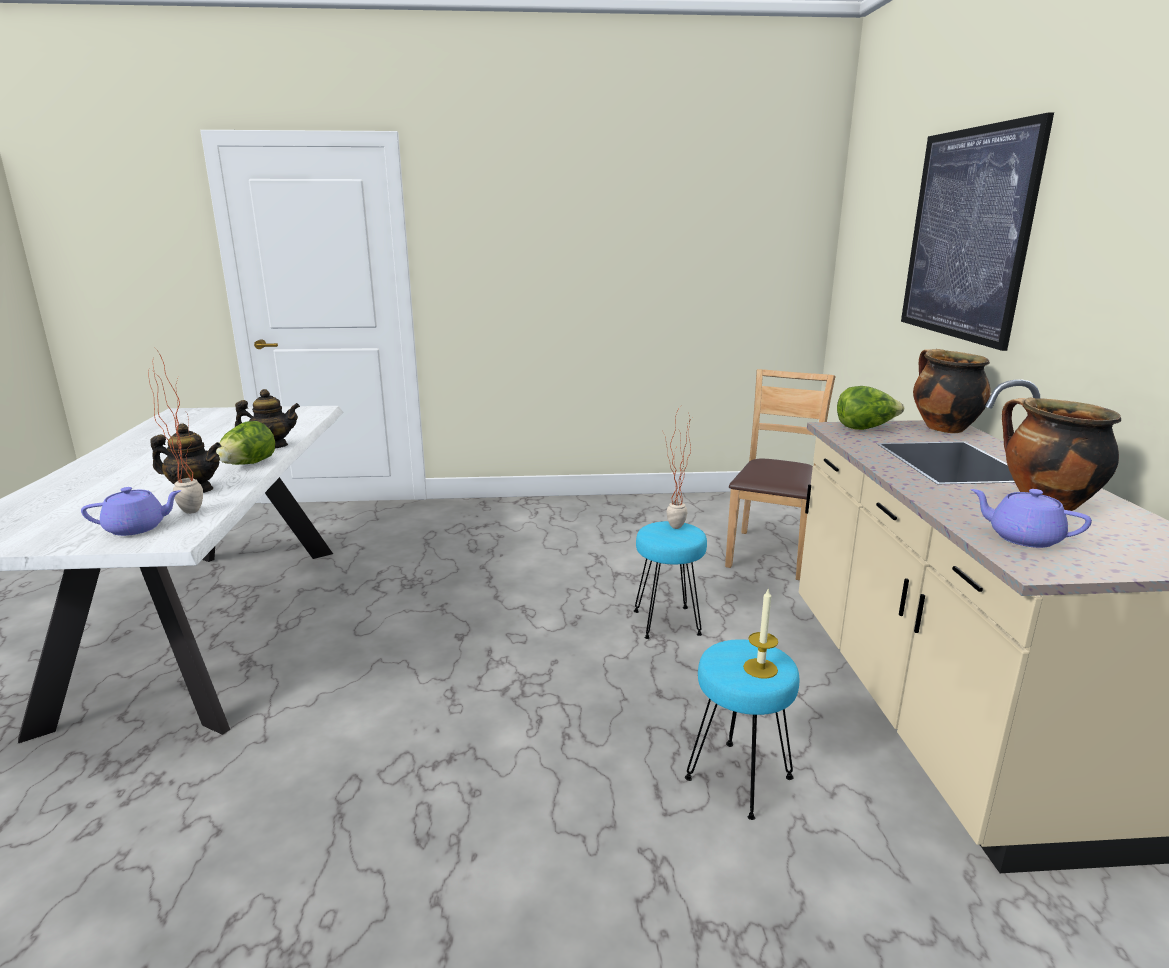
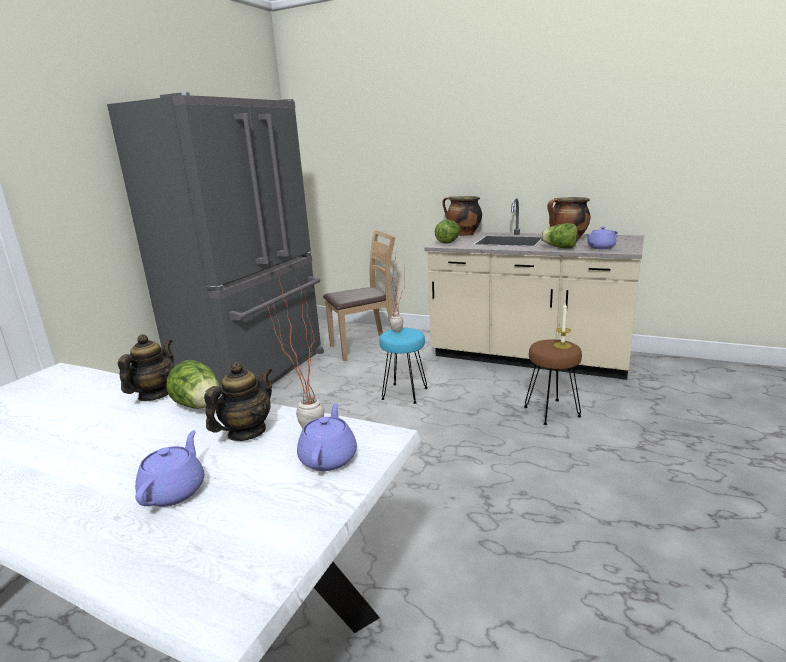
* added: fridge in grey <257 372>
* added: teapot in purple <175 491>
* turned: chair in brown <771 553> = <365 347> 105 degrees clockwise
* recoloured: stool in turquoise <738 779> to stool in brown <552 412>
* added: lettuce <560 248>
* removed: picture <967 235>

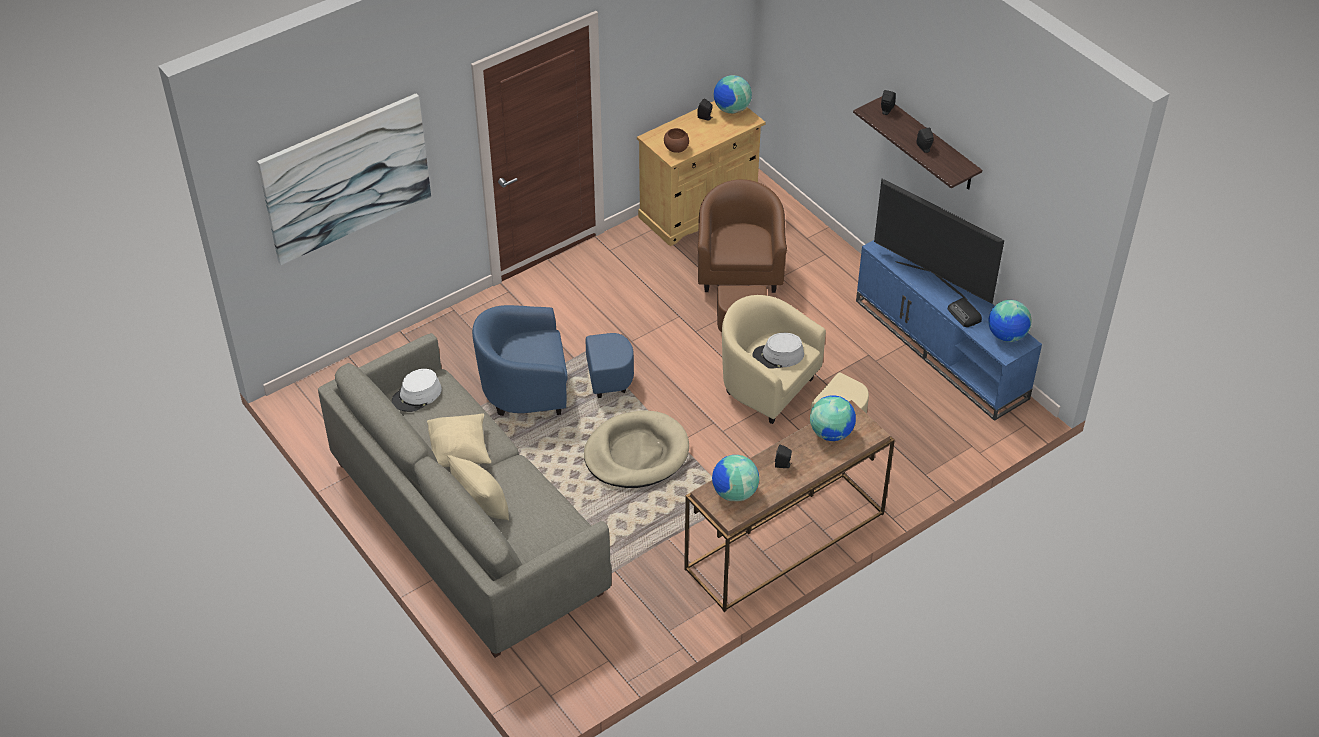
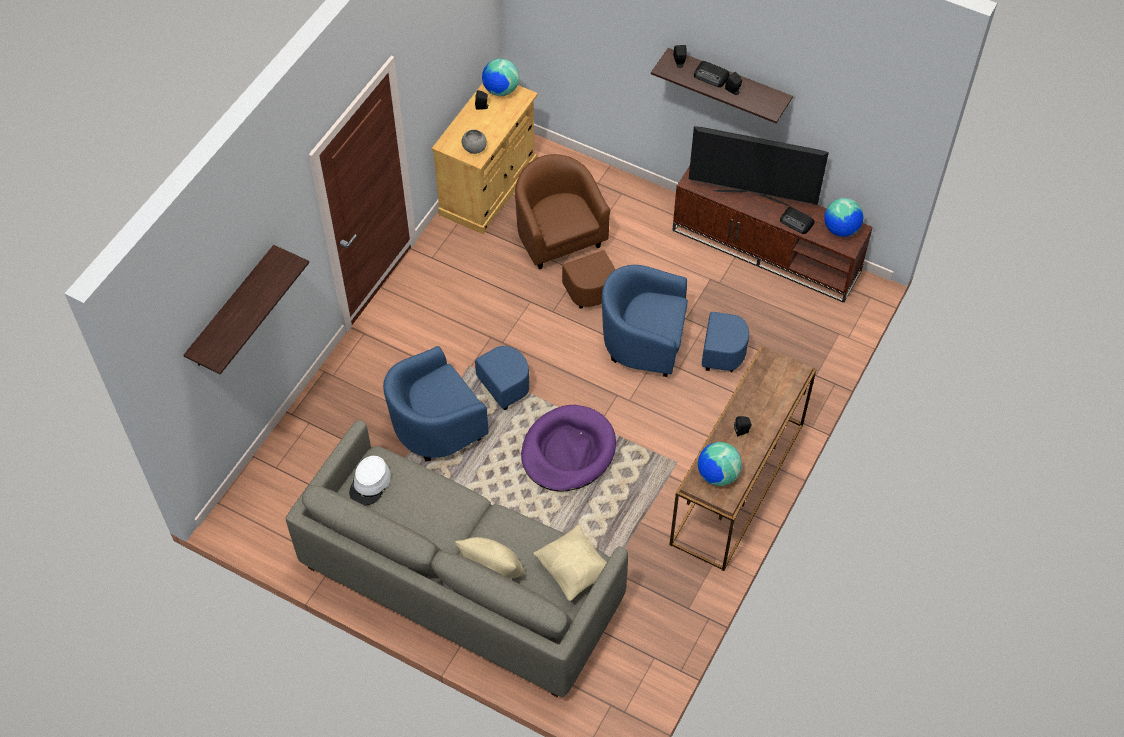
* replaced: picture <346 178> to shelf <232 308>
* recoloured: bowl in brown <676 149> to bowl in grey <474 149>
* recoloured: dog bed in beige <636 453> to dog bed in purple <568 451>
* moved: pillow in beige <459 452> to <574 570>
* recoloured: armchair in beige <784 396> to armchair in blue <662 346>
* recoloured: tv stand in blue <942 349> to tv stand in brown <767 250>
* added: radio <711 76>
* removed: hat in grey <778 355>
* removed: globe <831 433>

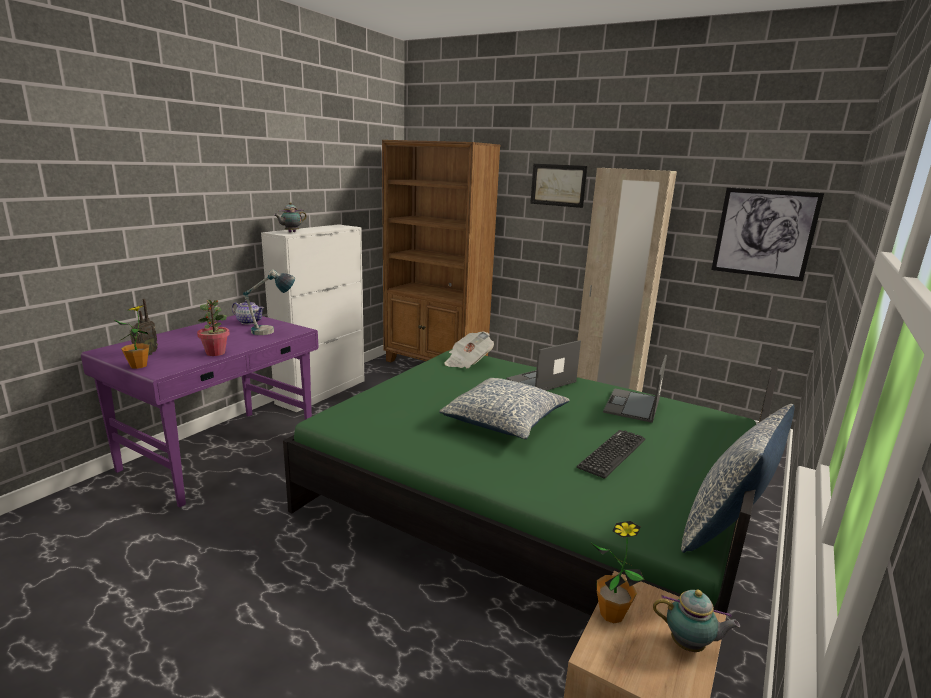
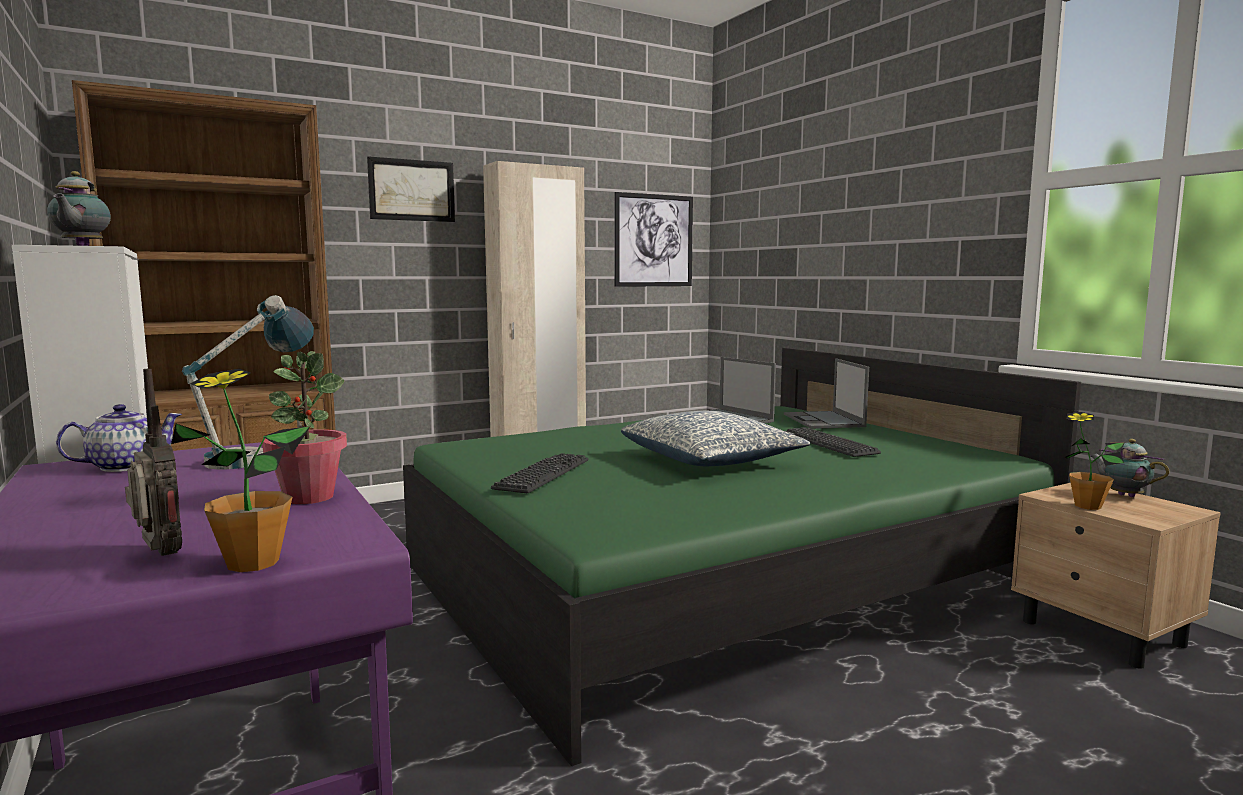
* added: keyboard <543 474>
* moved: laptop <541 381> to <824 421>
* turned: teapot <689 645> = <1123 495> 90 degrees counterclockwise
* removed: newspaper <467 362>
* removed: pillow <725 528>

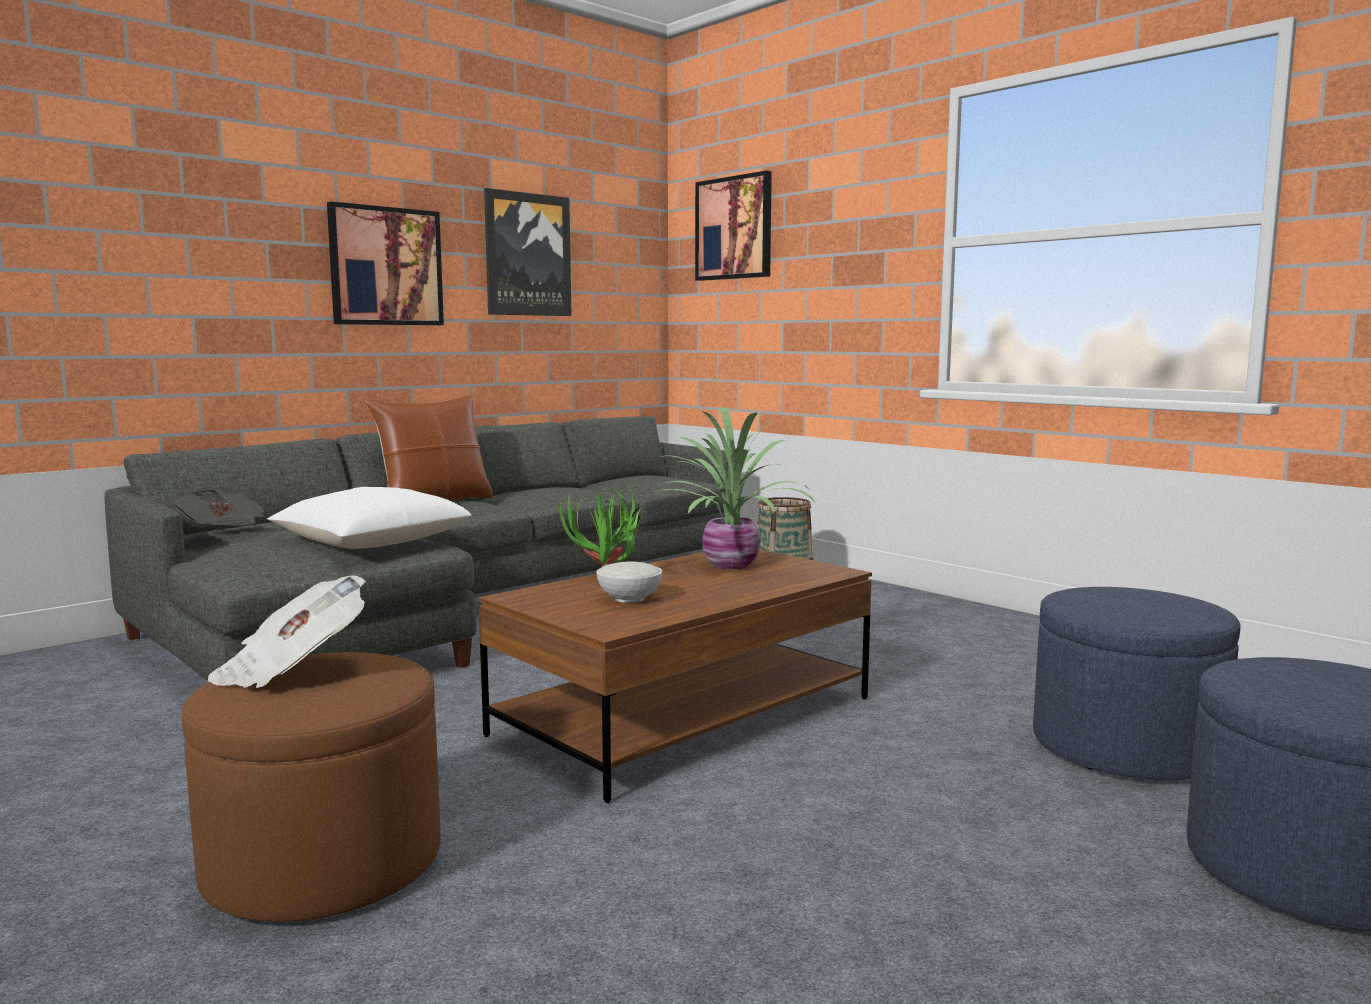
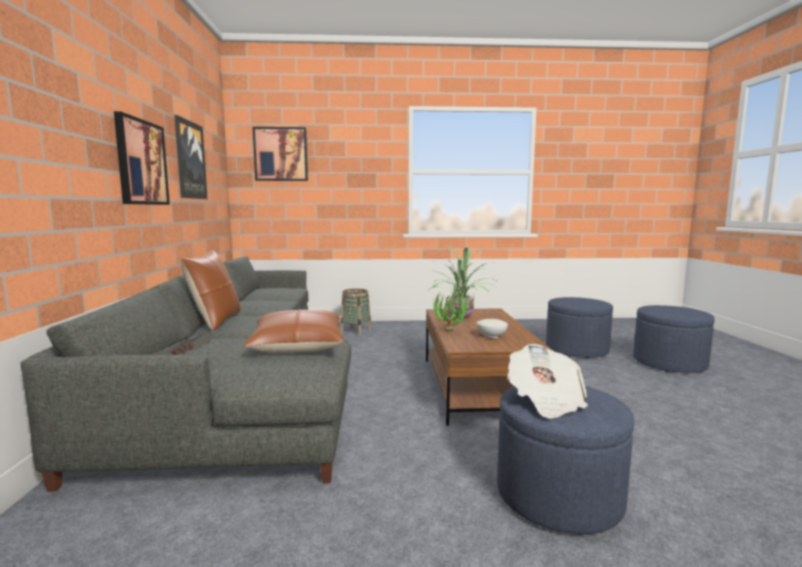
* recoloured: pillow in white <372 542> to pillow in brown <297 346>
* recoloured: ottoman in brown <323 863> to ottoman in blue <558 495>

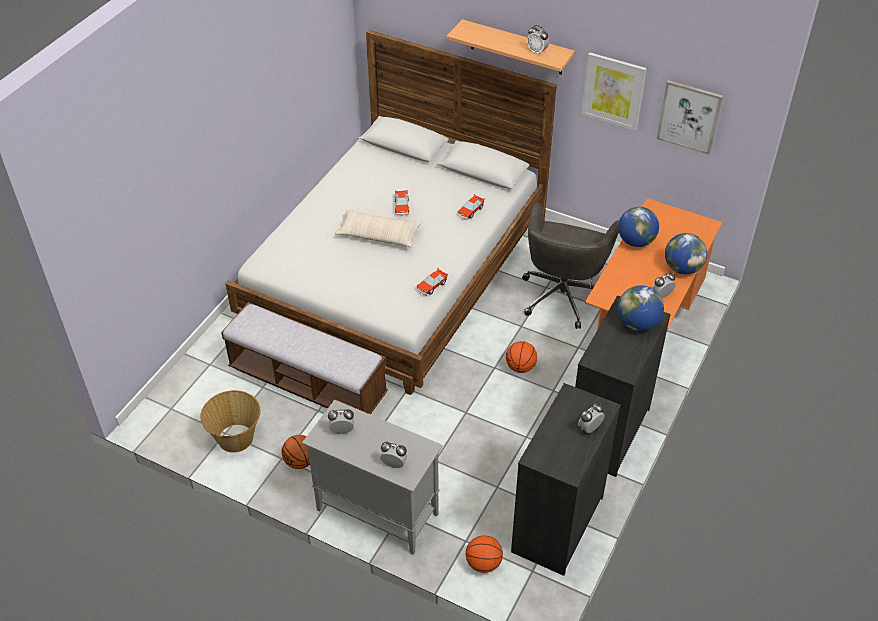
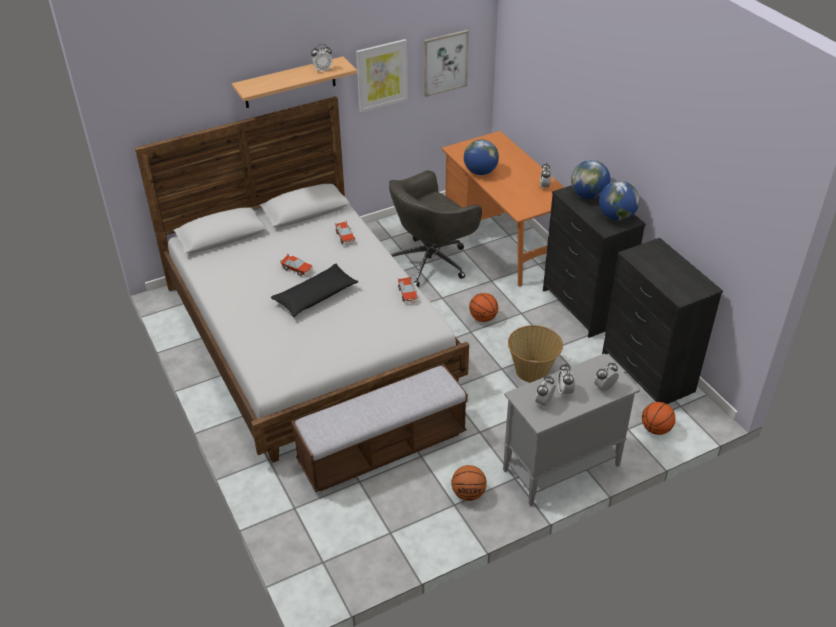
* recoloured: pillow in beige <378 235> to pillow in black <316 296>
* turned: office chair in grey <563 294> = <432 261> 90 degrees clockwise
* moved: basket <236 438> to <532 371>
* moved: alarm clock <590 428> to <565 391>
* moved: globe <682 268> to <616 217>

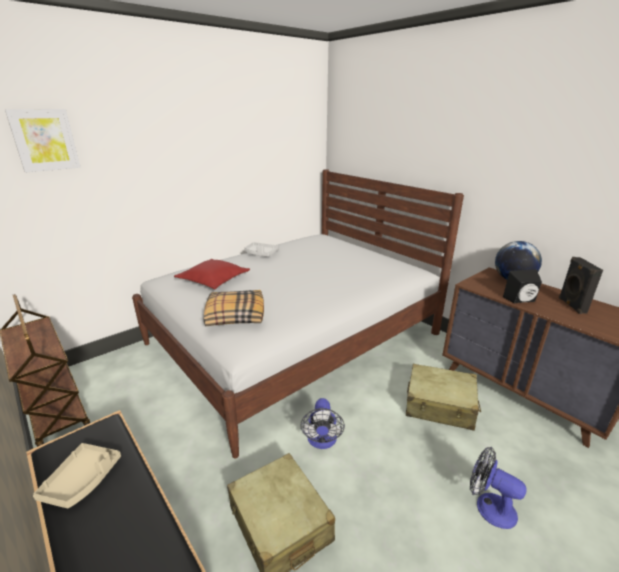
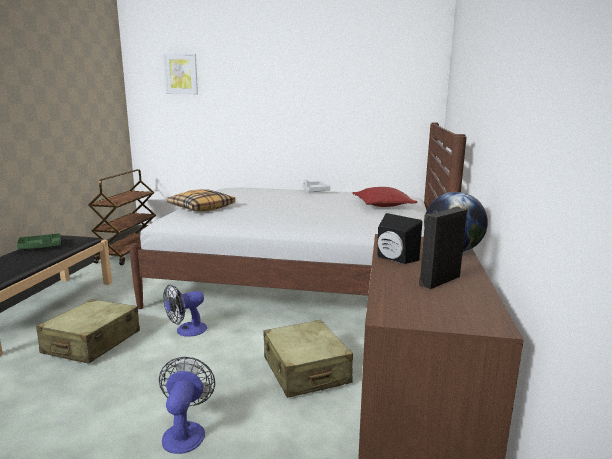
* recoloured: tray in beige <82 480> to tray in green <41 247>
* moved: pillow in red <213 280> to <383 205>

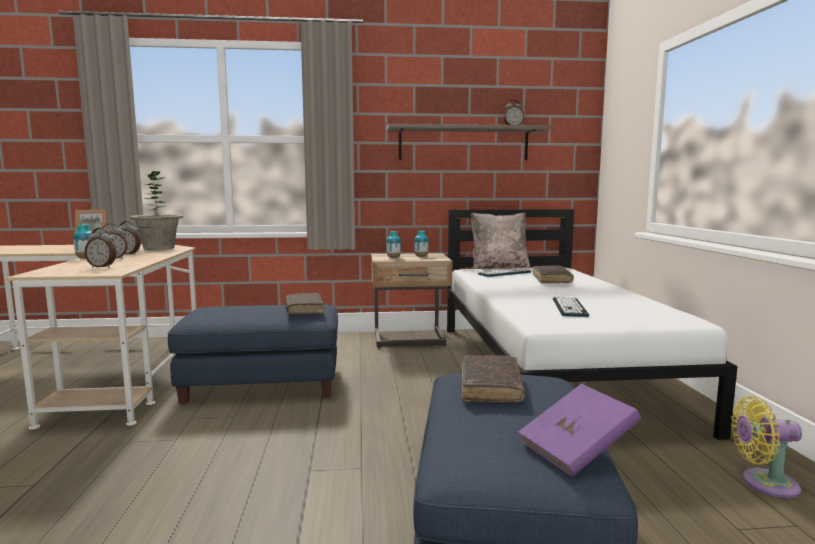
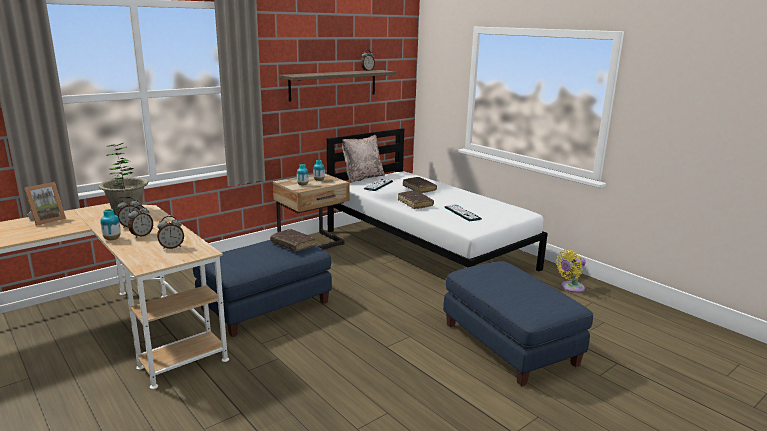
* moved: book in brown <490 388> to <415 203>
* removed: book in purple <576 451>

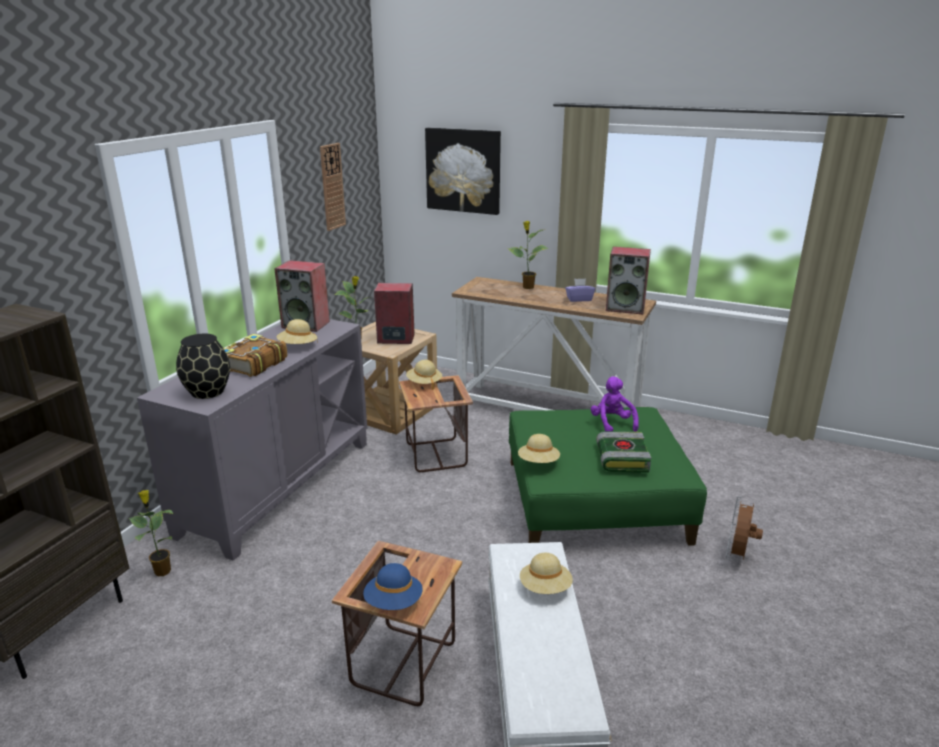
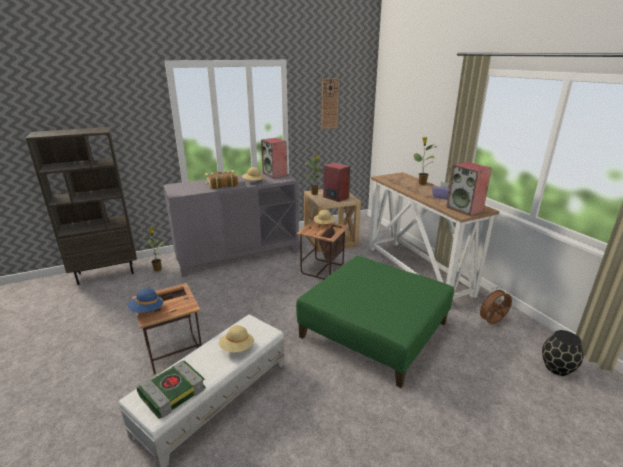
* moved: book <621 458> to <173 392>
* moved: fan in brown <737 555> to <492 323>
* moved: vase in black <207 391> to <557 367>
* removed: picture <463 170>
* removed: hat in beige <538 462>
* removed: plush toy in purple <612 423>

